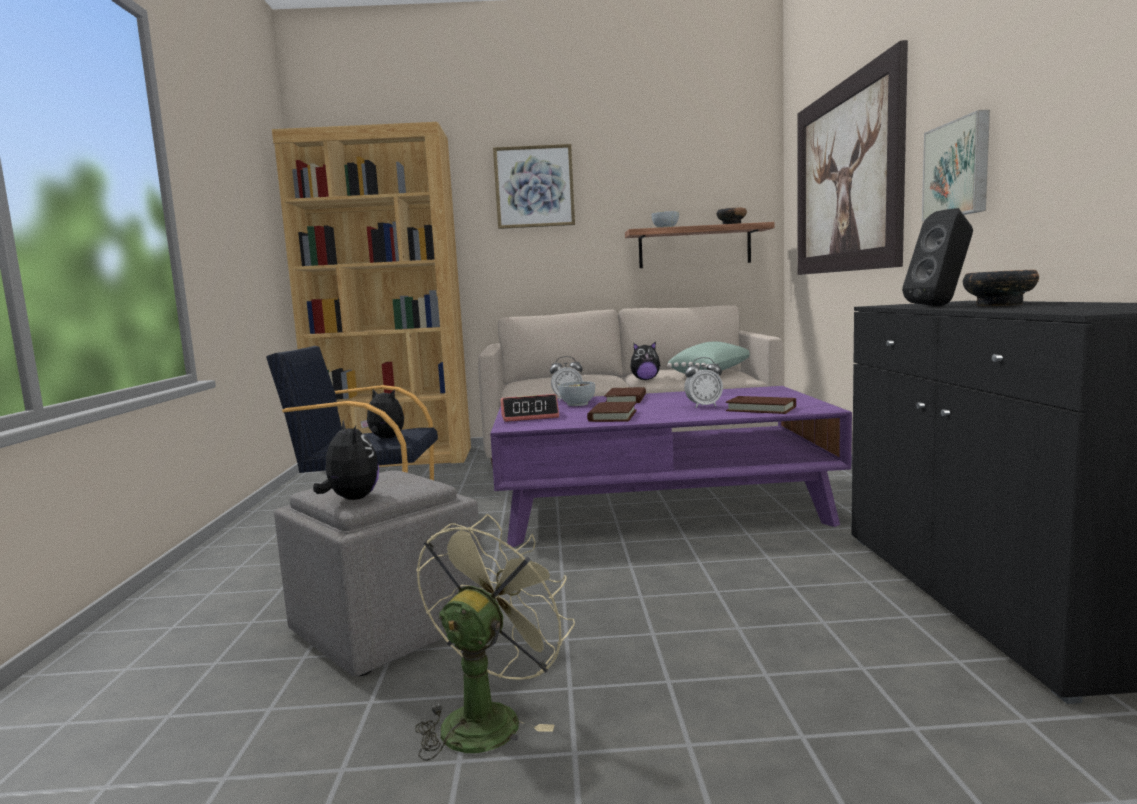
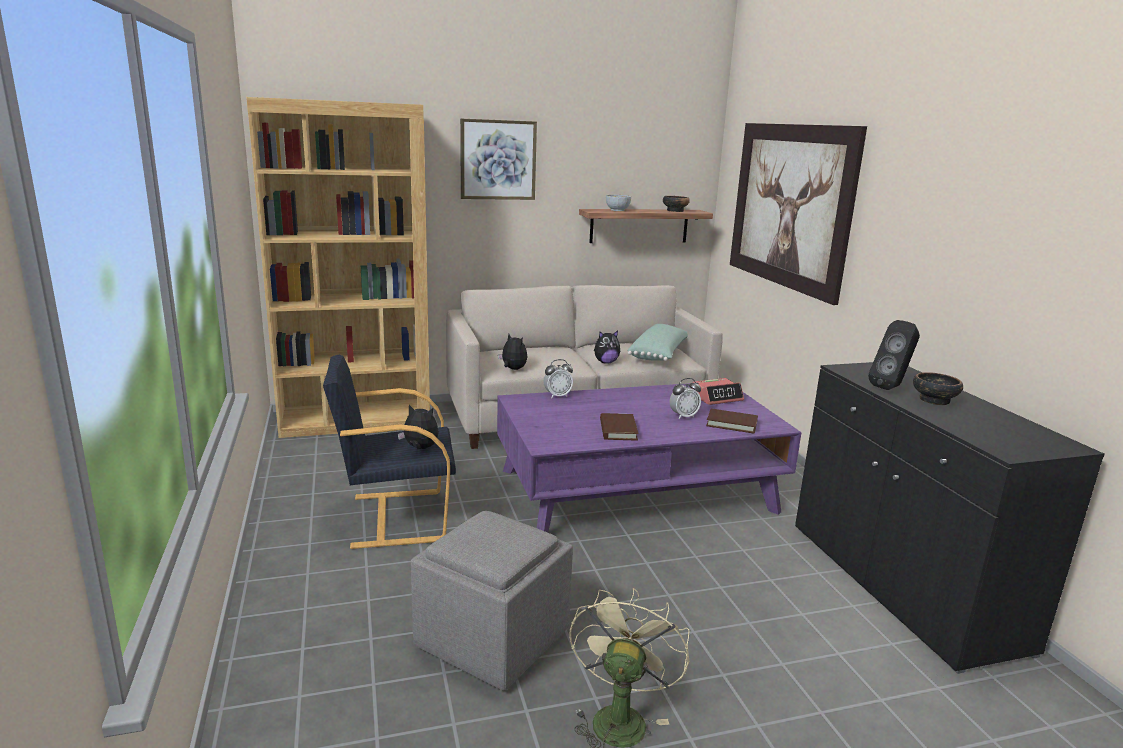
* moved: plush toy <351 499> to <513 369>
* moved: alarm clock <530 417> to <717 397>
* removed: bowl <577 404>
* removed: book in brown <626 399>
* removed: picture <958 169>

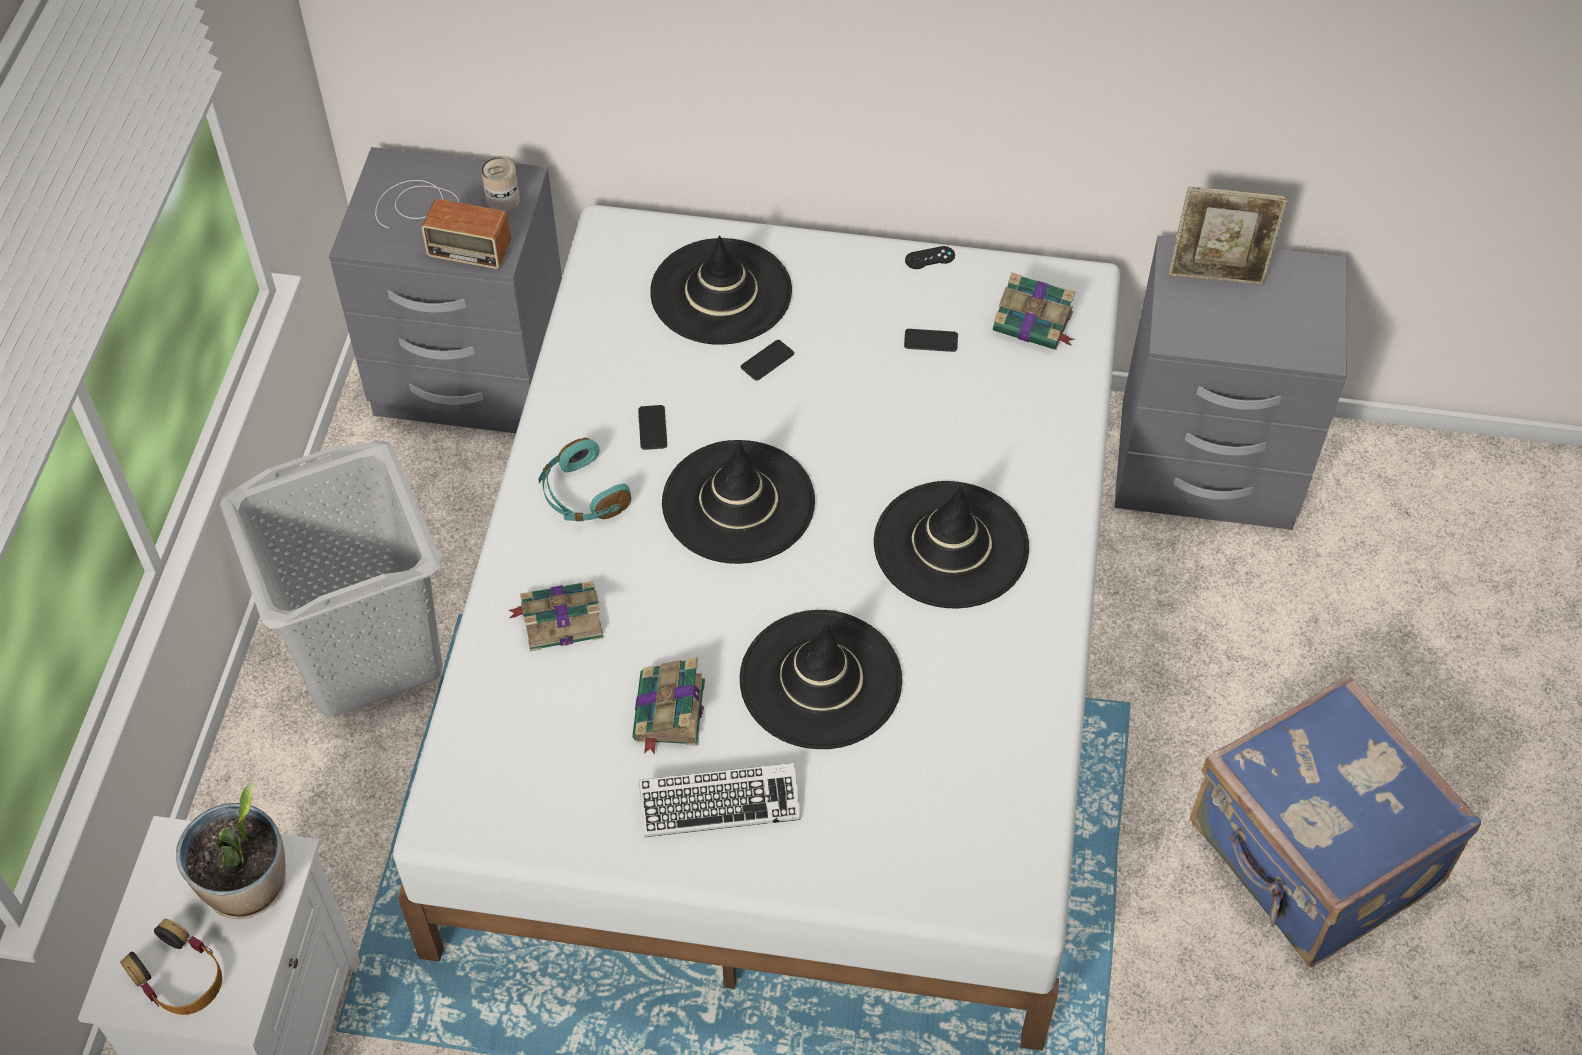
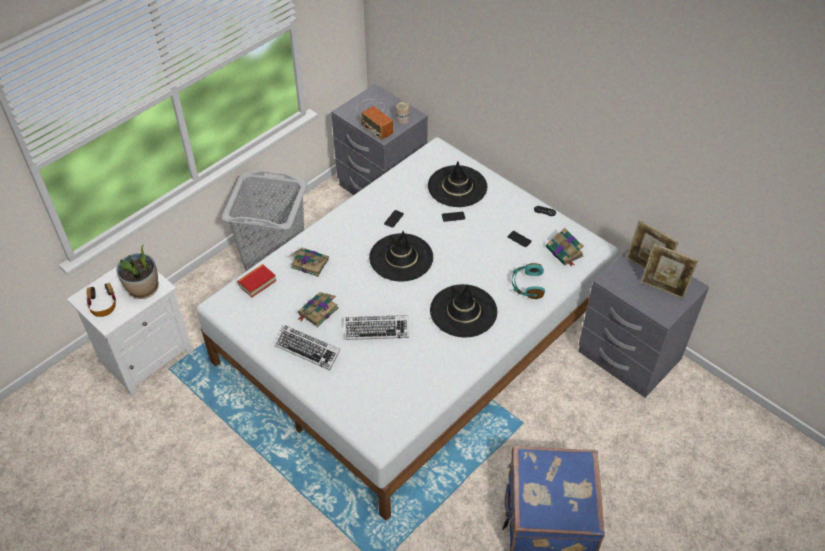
* added: book <257 283>
* replaced: hat in black <820 680> to keyboard <377 330>
* moved: headphones in turquoise <582 495> to <527 285>
* added: picture frame <663 288>

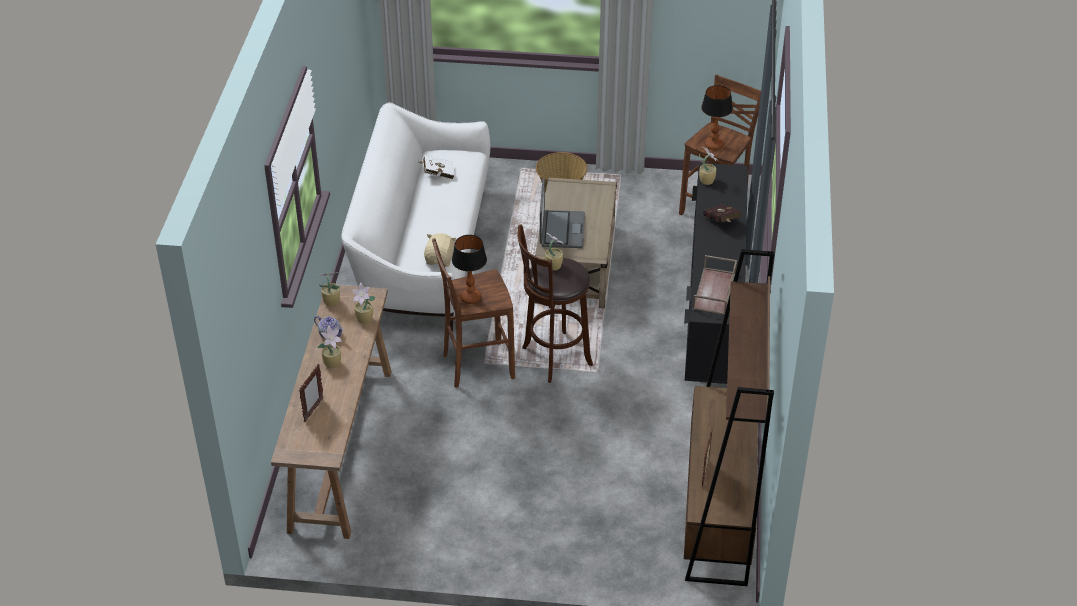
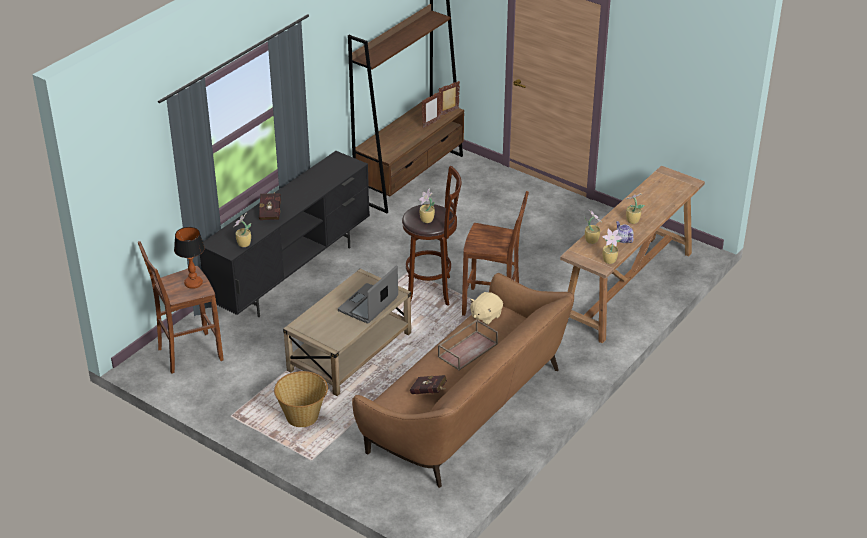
* recoloured: sofa in white <422 253> to sofa in brown <468 410>
* recoloured: book in white <437 174> to book in red <429 392>
* moved: picture frame <313 410> to <449 112>
* moved: tray in brown <715 292> to <467 350>
* removed: table lamp <471 298>

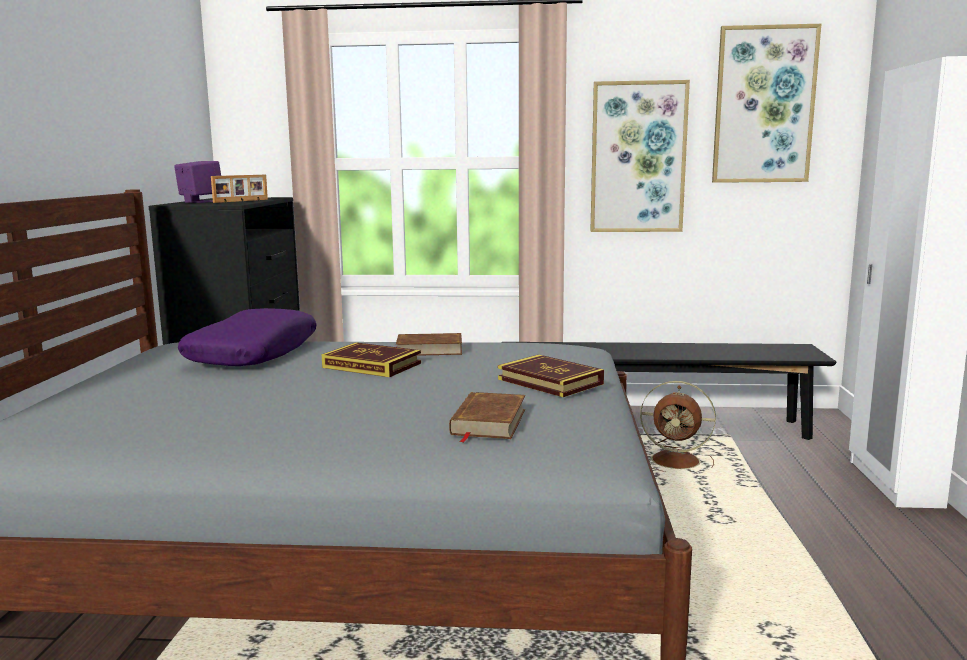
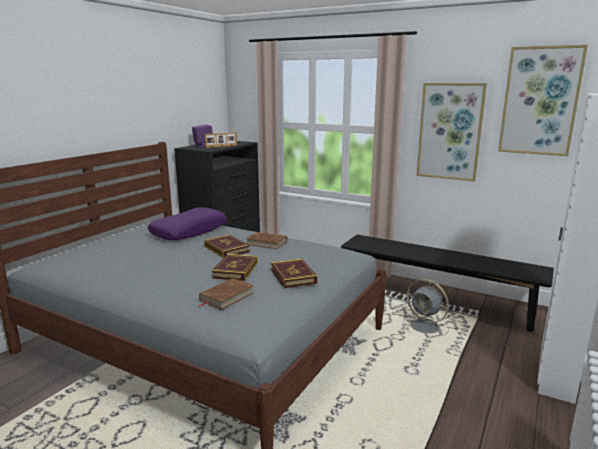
* added: book <236 270>
* recoloured: fan in brown <678 461> to fan in grey <426 327>

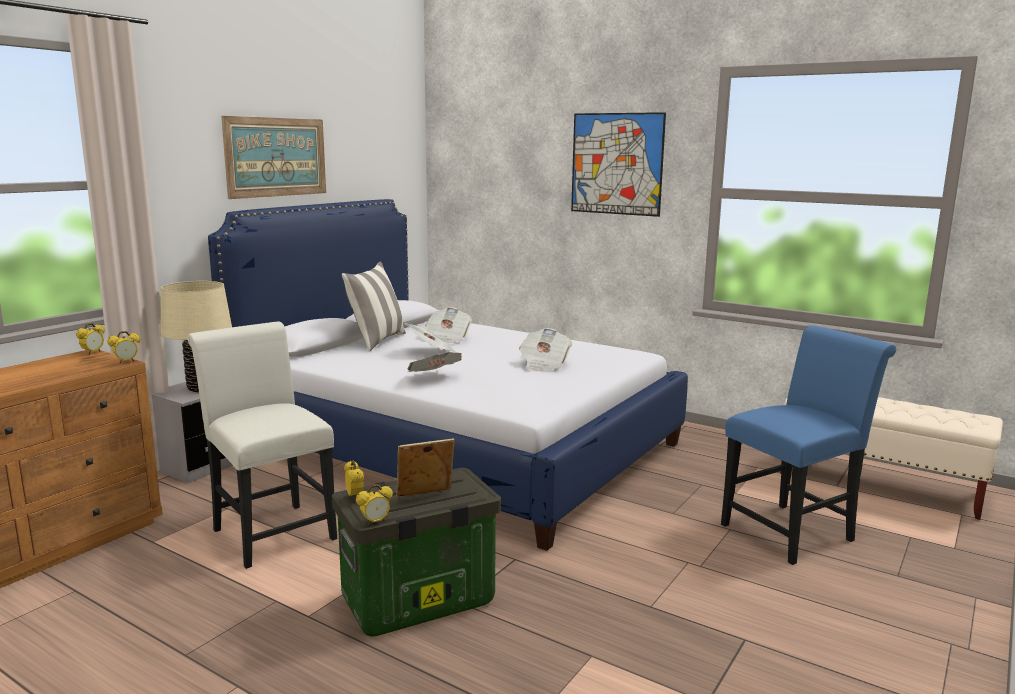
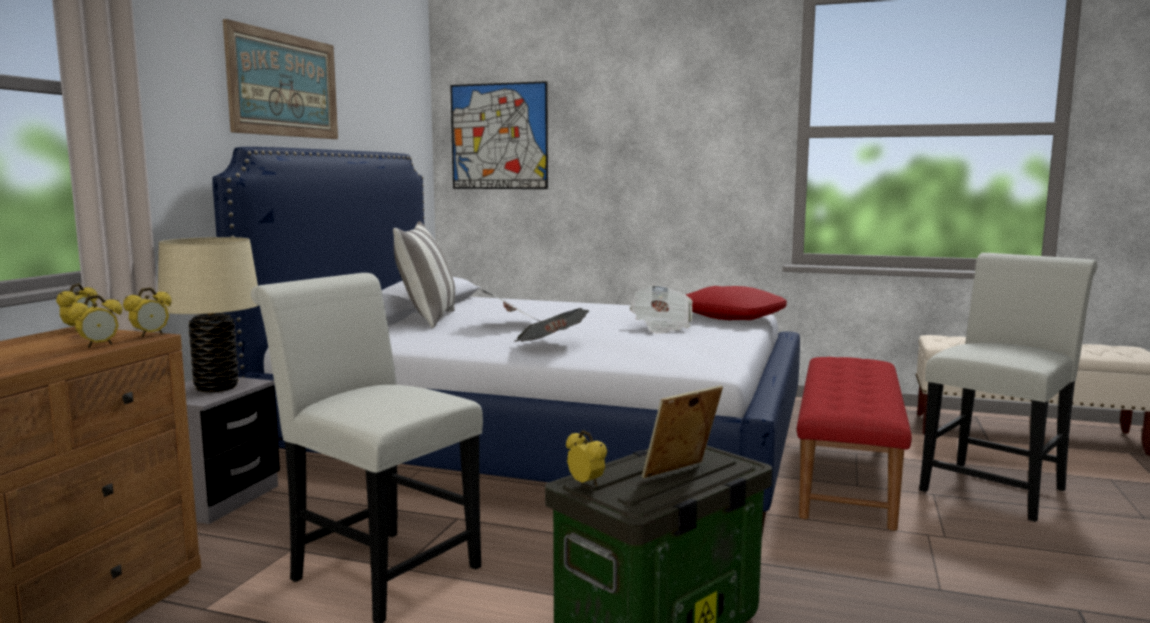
* moved: alarm clock <375 522> to <99 345>
* moved: picture <616 164> to <499 136>
* added: pillow in red <730 317>
* added: bench in red <845 475>
* recoloured: chair in blue <793 530> to chair in white <997 487>
* removed: newspaper <447 339>

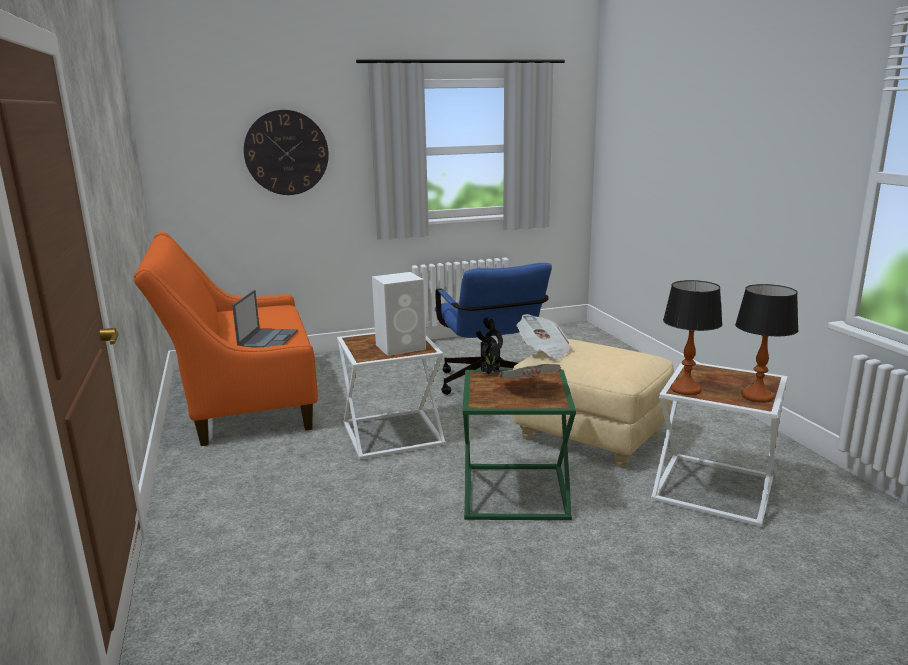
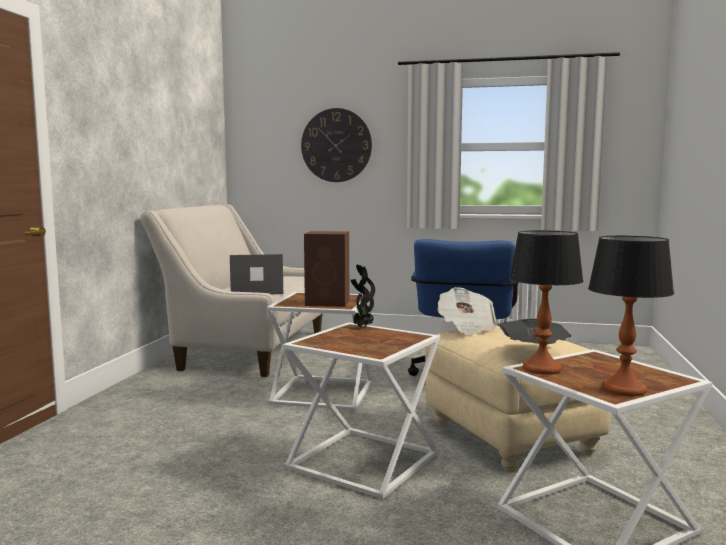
* recoloured: sofa in orange <241 400> to sofa in beige <246 349>
* turned: laptop <268 339> = <256 291> 135 degrees counterclockwise
* recoloured: side table in green <517 491> to side table in white <366 461>
* recoloured: speaker in white <401 347> to speaker in brown <329 303>
* moved: newspaper <528 388> to <534 351>

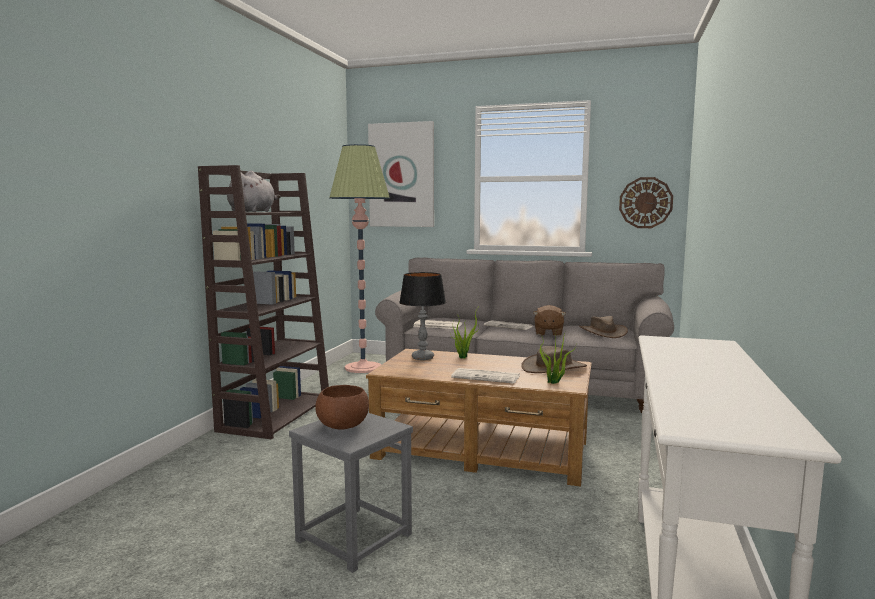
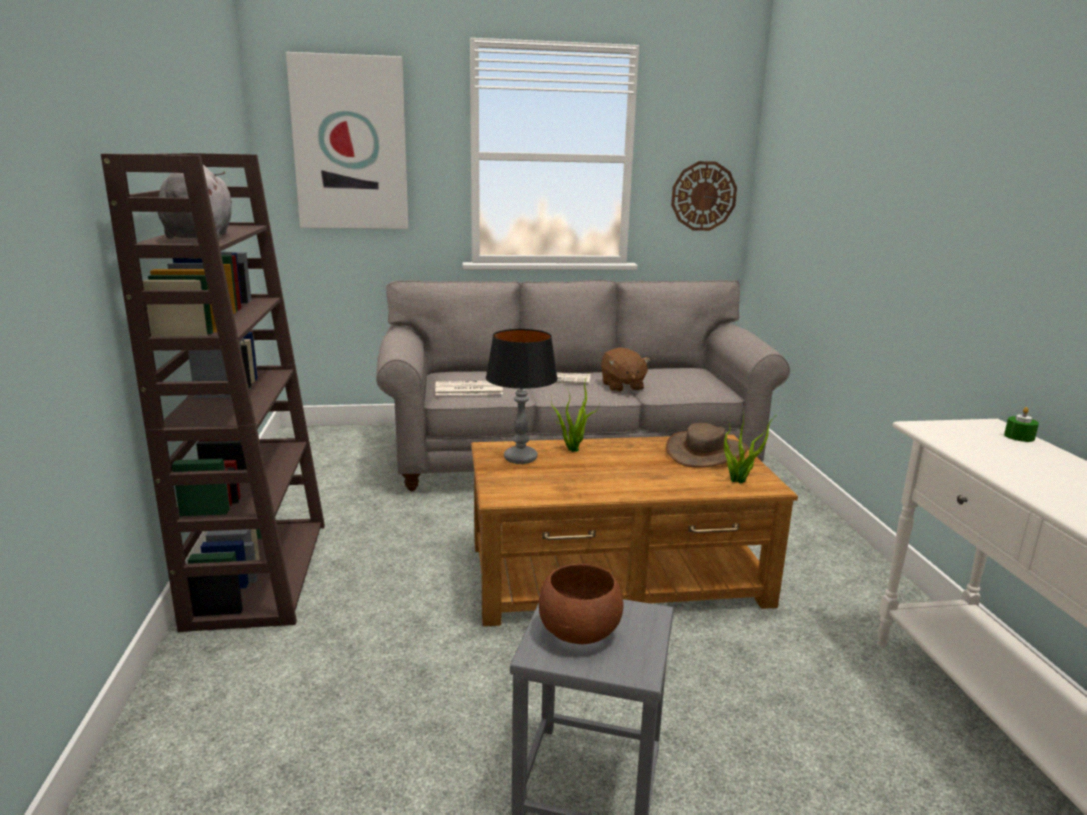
* added: candle in green <1019 437>
* removed: floor lamp <363 368>
* removed: newspaper <487 377>
* removed: hat in brown <602 332>

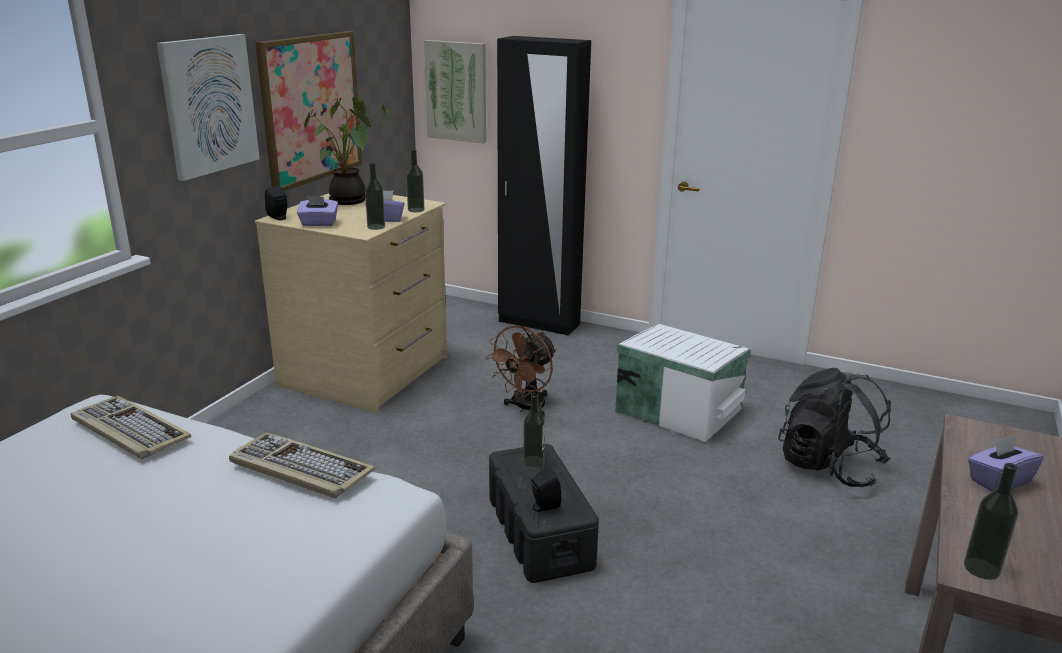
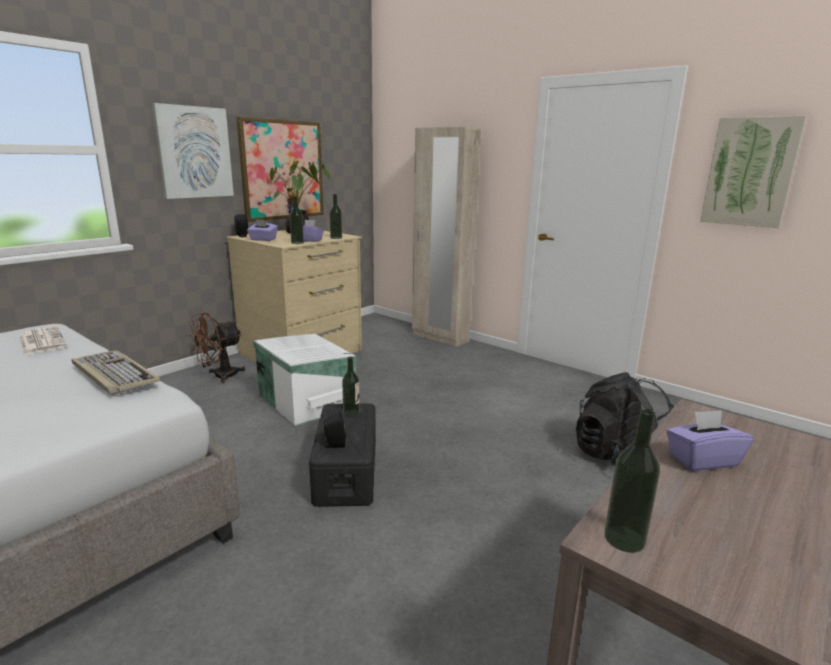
* replaced: keyboard <128 431> to newspaper <41 341>
* moved: fan in brown <525 408> to <219 376>
* moved: storage box in white <678 409> to <307 400>
* recoloured: wardrobe in black <538 323> to wardrobe in beige <440 337>
* moved: picture <456 91> to <750 172>

